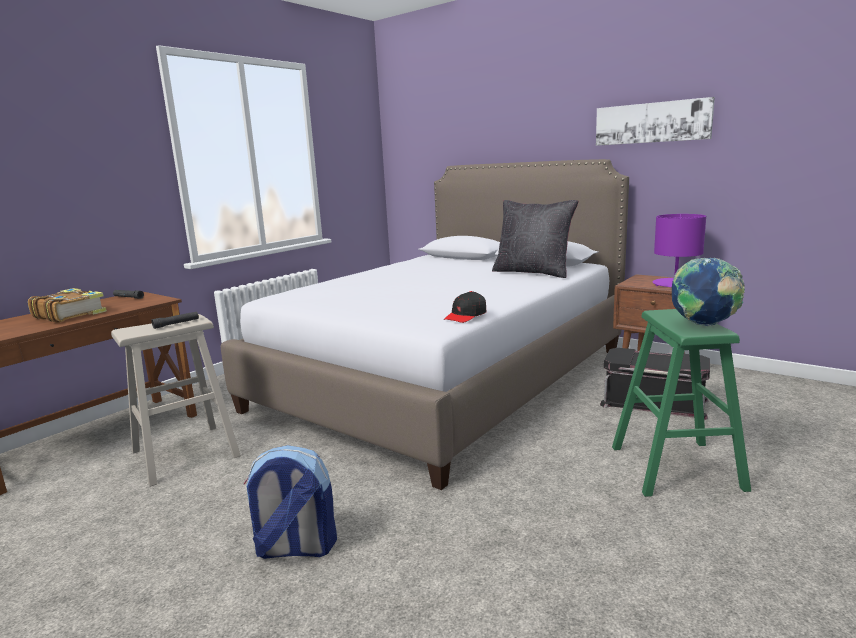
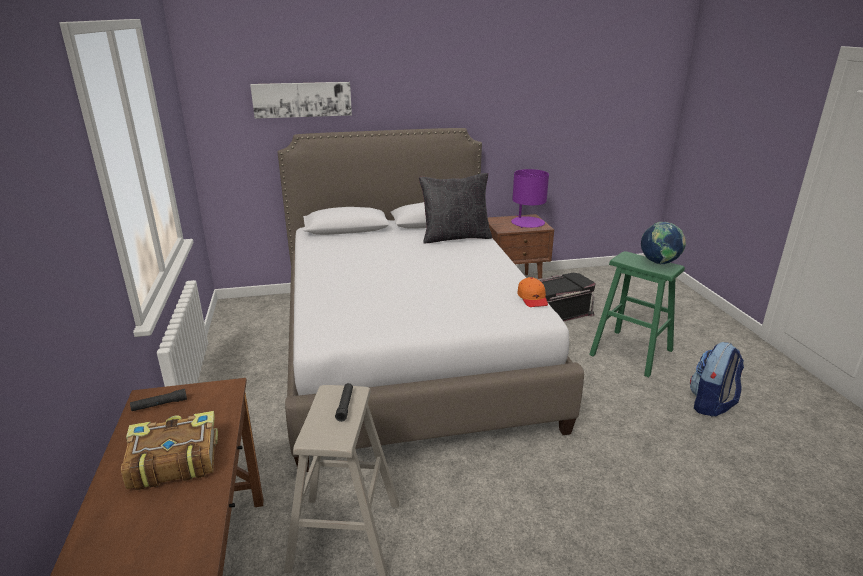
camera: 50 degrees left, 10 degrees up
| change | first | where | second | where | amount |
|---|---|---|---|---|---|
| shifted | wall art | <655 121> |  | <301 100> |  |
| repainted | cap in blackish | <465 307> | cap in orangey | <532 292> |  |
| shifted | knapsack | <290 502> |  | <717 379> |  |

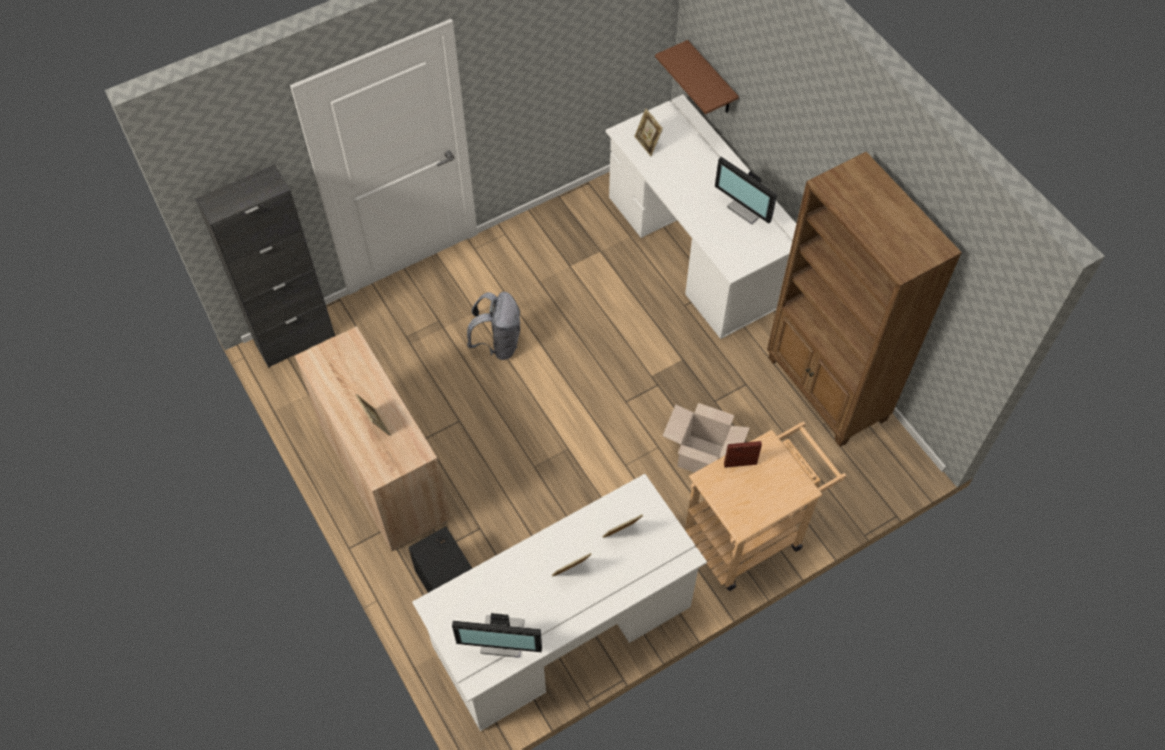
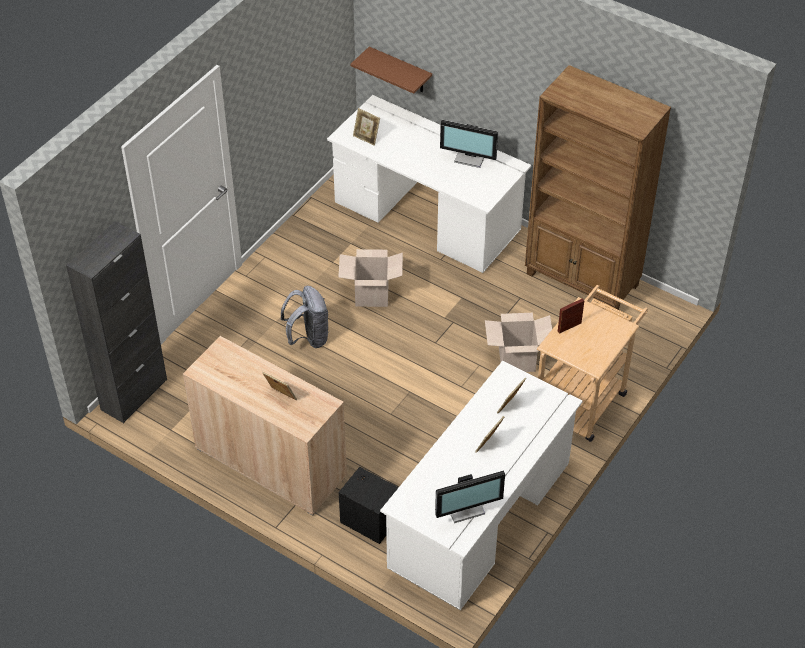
camera: 25 degrees left, 10 degrees down
| change | first | where | second | where | amount |
|---|---|---|---|---|---|
| new |  |  | cardboard box | <370 278> |  |

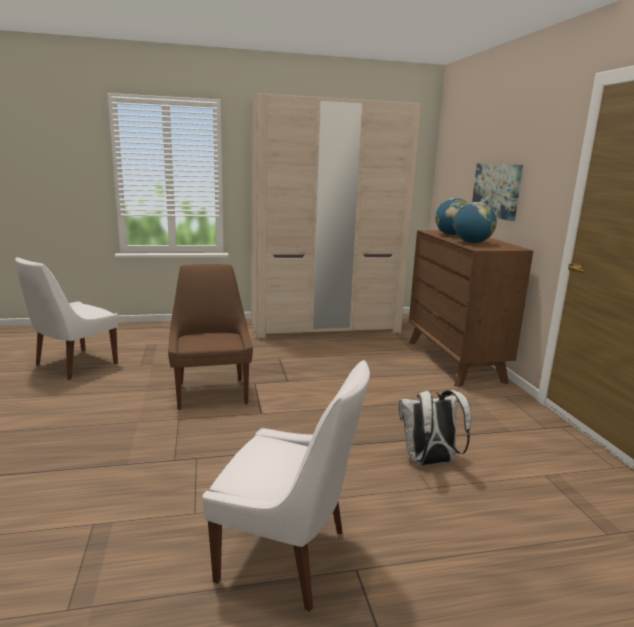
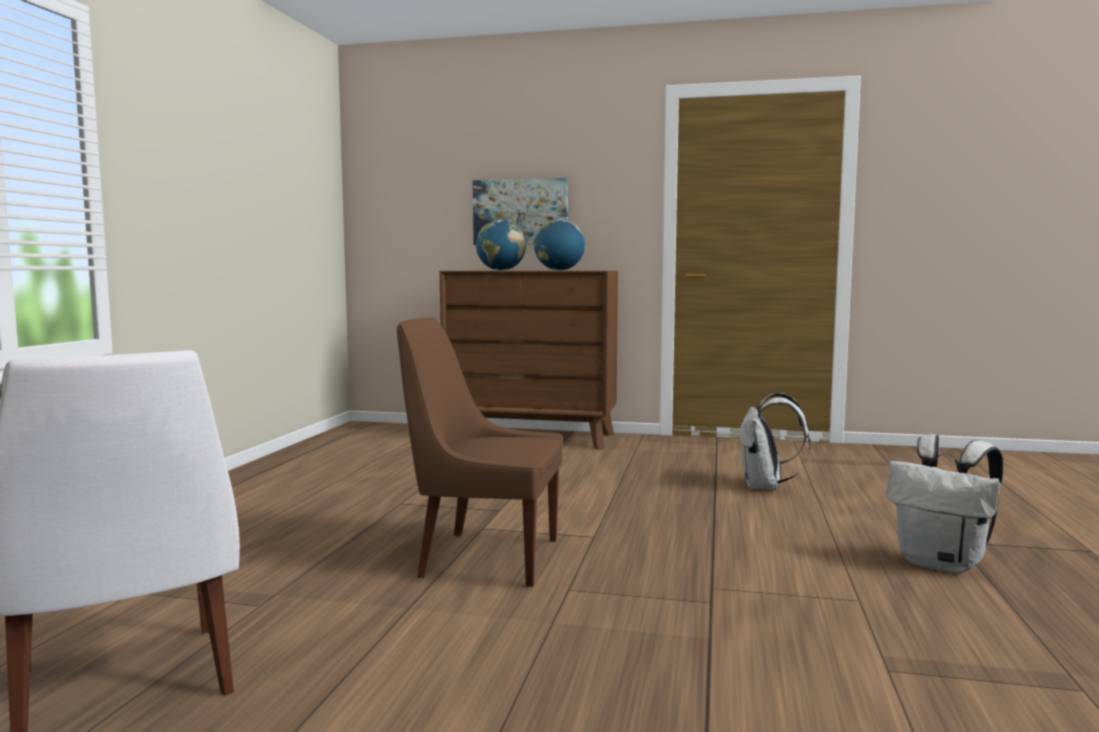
camera: 65 degrees left, 10 degrees down
| change | first | where | second | where | amount |
|---|---|---|---|---|---|
| gone | clothes cupboard in sand-coloured | <335 216> |  |  |  |
| swapped | upright chair in white-coloured | <286 486> | knapsack in white-coloured | <944 504> |  |

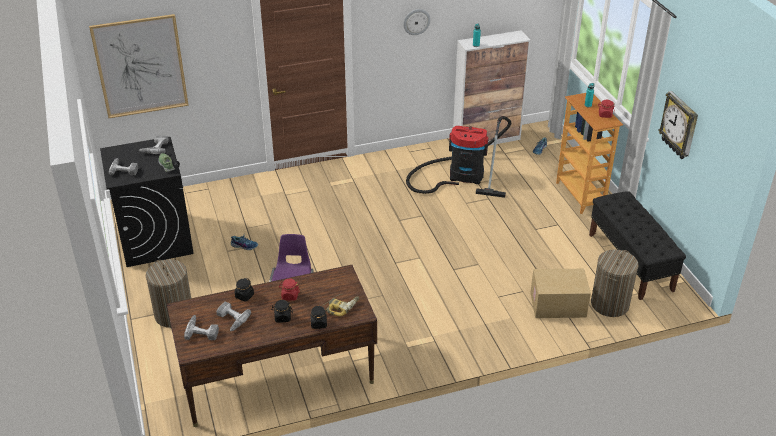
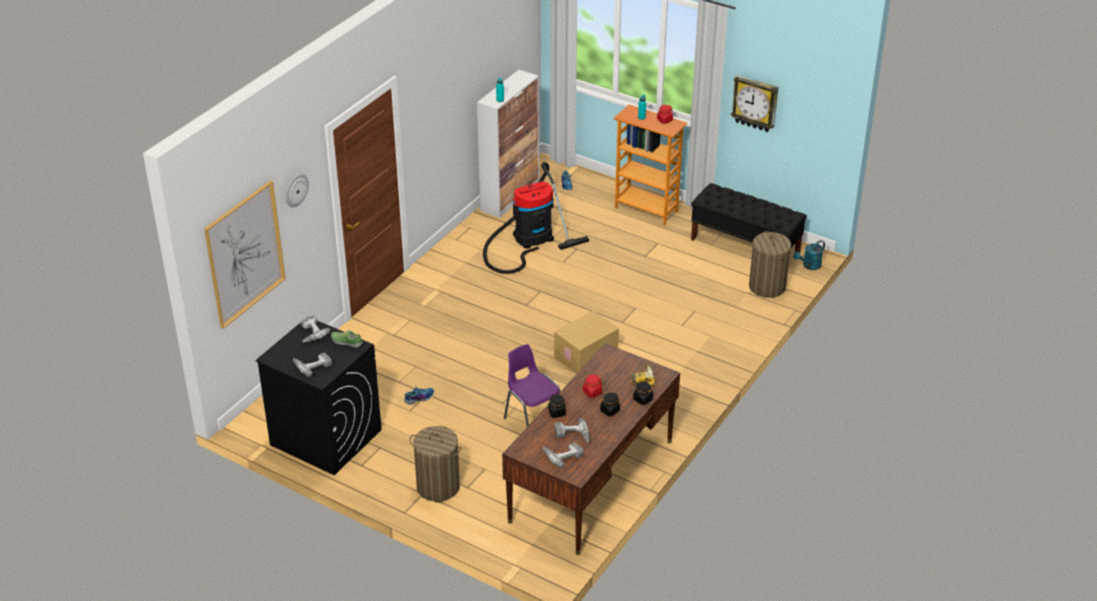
camera: 40 degrees left, 0 degrees up
| change | first | where | second | where | amount |
|---|---|---|---|---|---|
| shifted | hanging clock | <417 22> |  | <297 191> |  |
| shifted | cardboard box | <560 293> |  | <586 342> |  |
| new |  |  | watering can in turquoise-coloured | <809 255> |  |

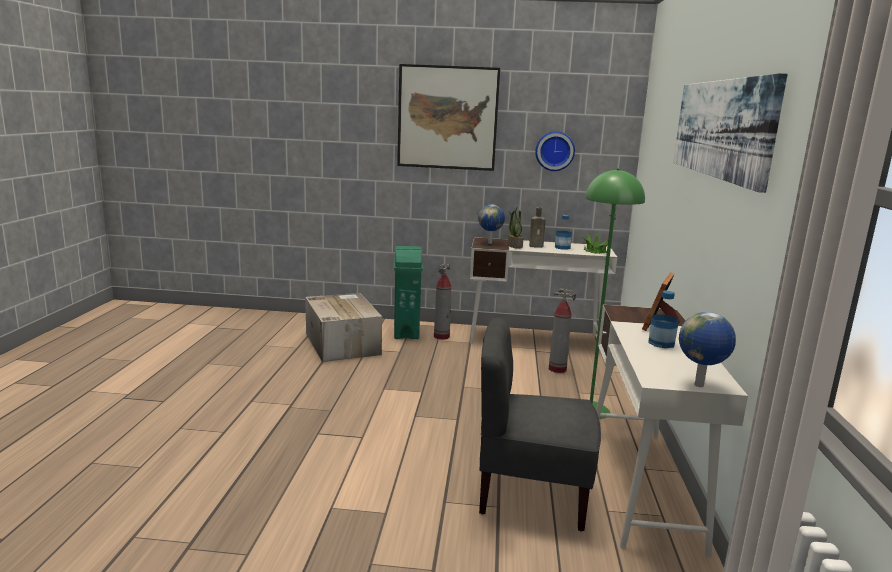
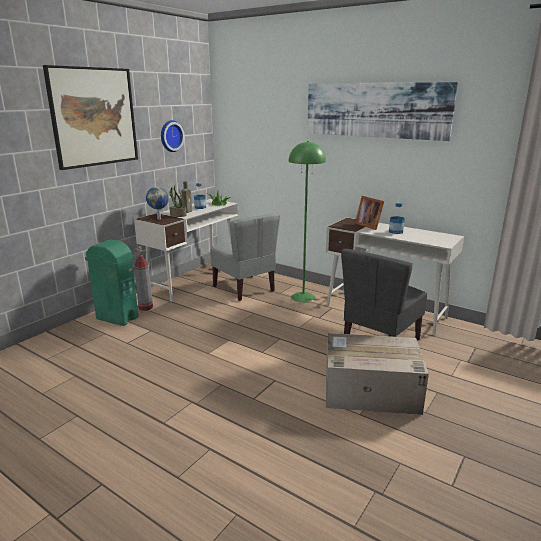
camera: 60 degrees left, 5 degrees up
| change | first | where | second | where | amount |
|---|---|---|---|---|---|
| swapped | extinguisher | <562 330> | upright chair in gray | <245 257> |  |
| shifted | cardboard box | <343 327> |  | <377 374> |  |
| gone | desk globe | <707 349> |  |  |  |

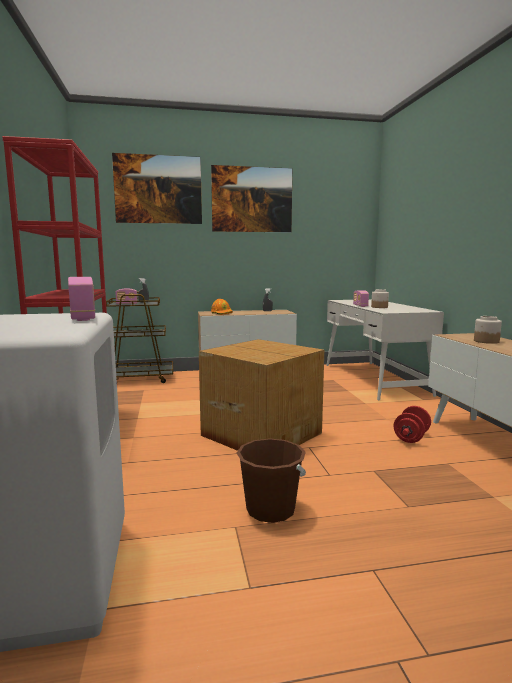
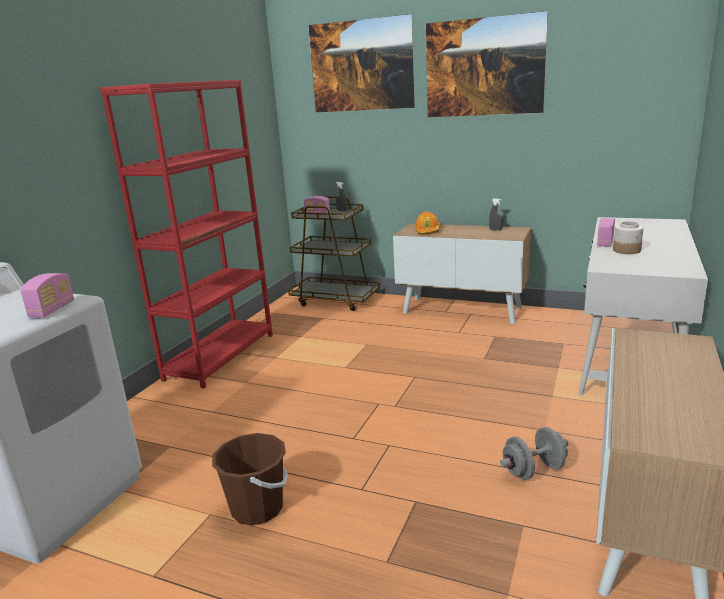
camera: 35 degrees right, 10 degrees up
| change | first | where | second | where | amount |
|---|---|---|---|---|---|
| gone | preserve jar | <488 330> |  |  |  |
| gone | cardboard box | <261 395> |  |  |  |
| repainted | dumbbell in red | <412 424> | dumbbell in gray | <534 453> |  |

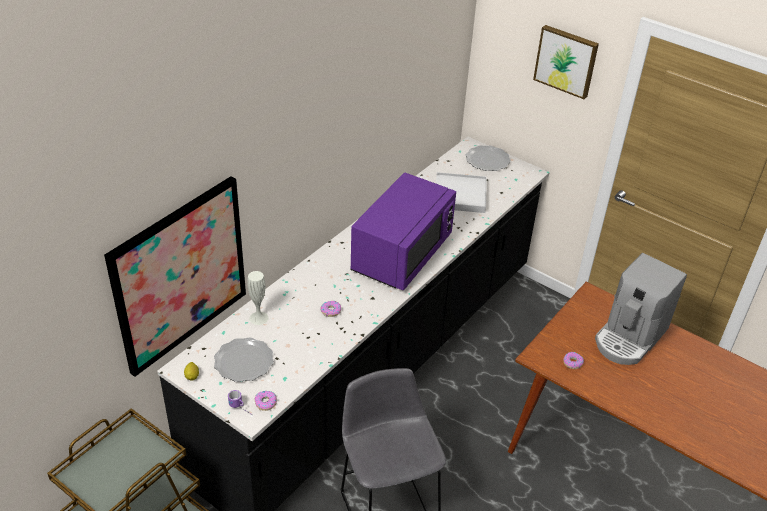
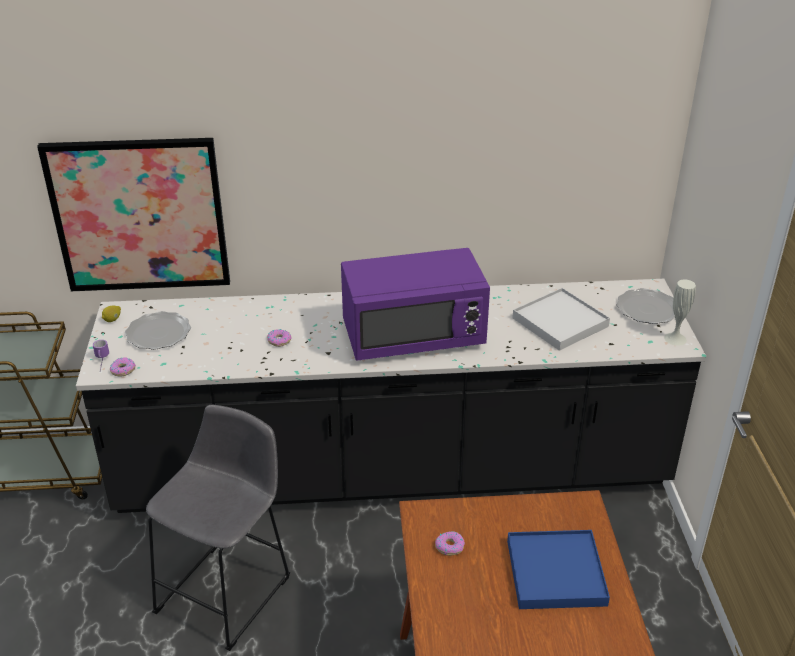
camera: 50 degrees right, 5 degrees down
| change | first | where | second | where | amount |
|---|---|---|---|---|---|
| gone | wall art | <566 62> |  |  |  |
| swapped | coffee brewer | <641 309> | carrying tray in blue | <558 569> |  |
| shifted | decorative vase in white-coloured | <258 298> |  | <680 312> |  |

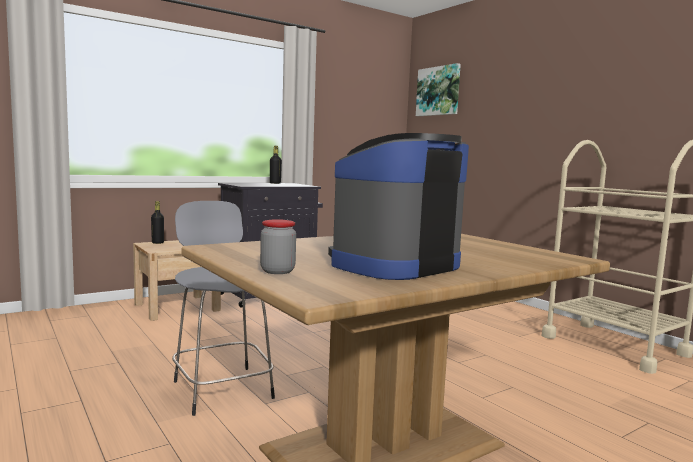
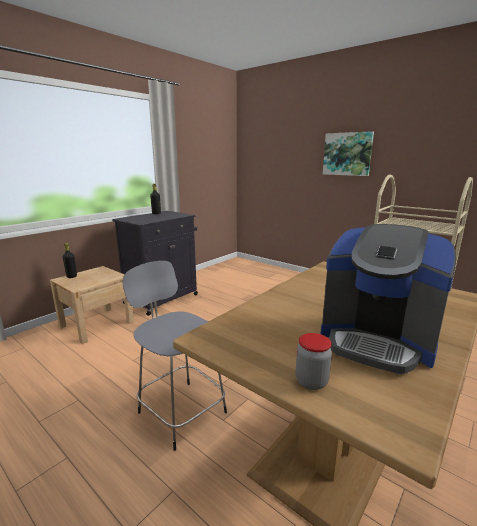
camera: 15 degrees left, 10 degrees up
| change | first | where | second | where | amount |
|---|---|---|---|---|---|
| shifted | wall art | <438 89> |  | <348 153> |  |
| rotated | coffee brewer | <398 206> |  | <388 299> | 90 degrees counterclockwise |

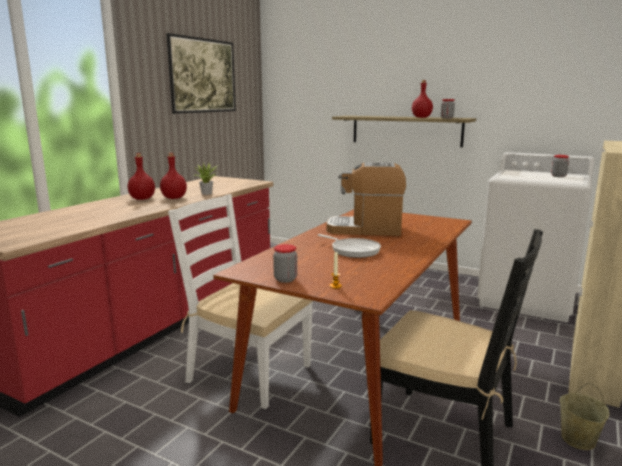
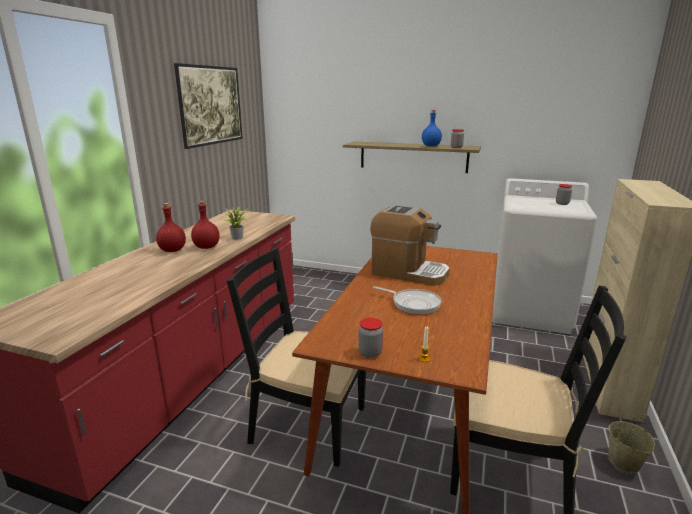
camera: 10 degrees left, 5 degrees up
| change | first | where | second | where | amount |
|---|---|---|---|---|---|
| repainted | bottle in red | <422 99> | bottle in blue | <432 128> |  |
| rotated | coffee brewer | <366 199> |  | <410 245> | 150 degrees counterclockwise |
| repainted | upright chair in white-coloured | <240 301> | upright chair in blackish | <296 357> |  |

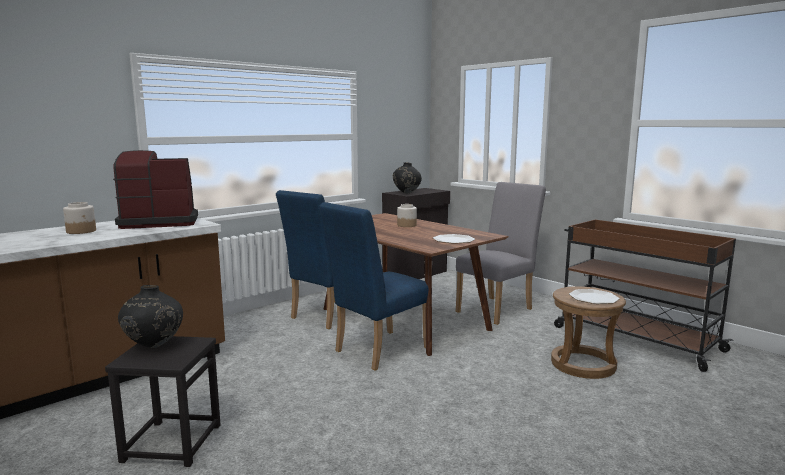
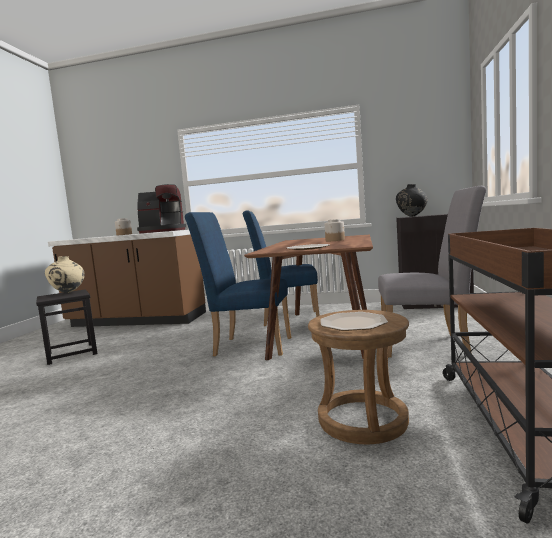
camera: 55 degrees right, 5 degrees down
| change | first | where | second | where | amount |
|---|---|---|---|---|---|
| rotated | coffee brewer | <155 189> |  | <161 208> | 135 degrees clockwise |
| repainted | decorative vase in blackish | <150 316> | decorative vase in sand-coloured | <65 274> |  |

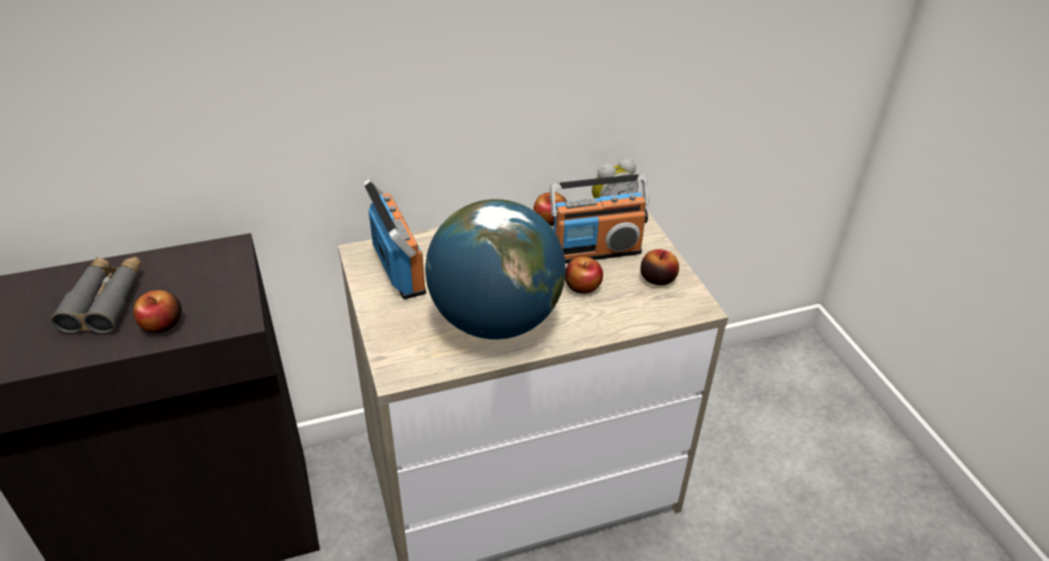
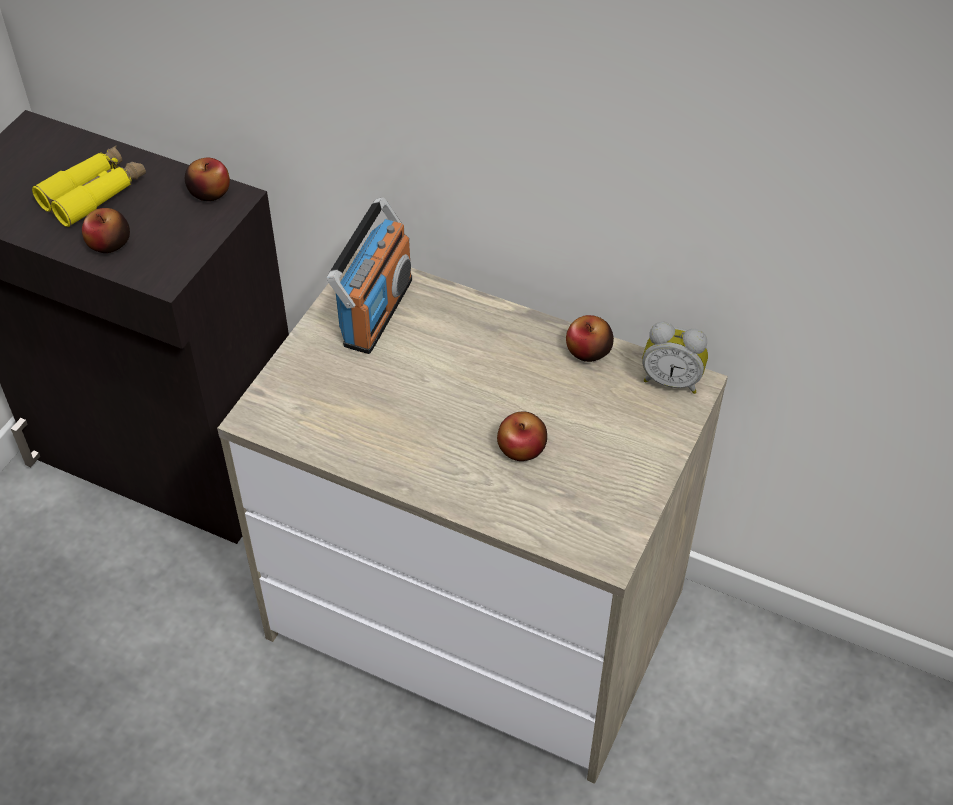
camera: 45 degrees right, 10 degrees up
| change | first | where | second | where | amount |
|---|---|---|---|---|---|
| gone | radio receiver | <599 219> |  |  |  |
| gone | desk globe | <495 269> |  |  |  |
| shifted | whole apple | <659 267> |  | <207 179> |  |
| repainted | binoculars in gray | <96 295> | binoculars in yellowish | <89 186> |  |

